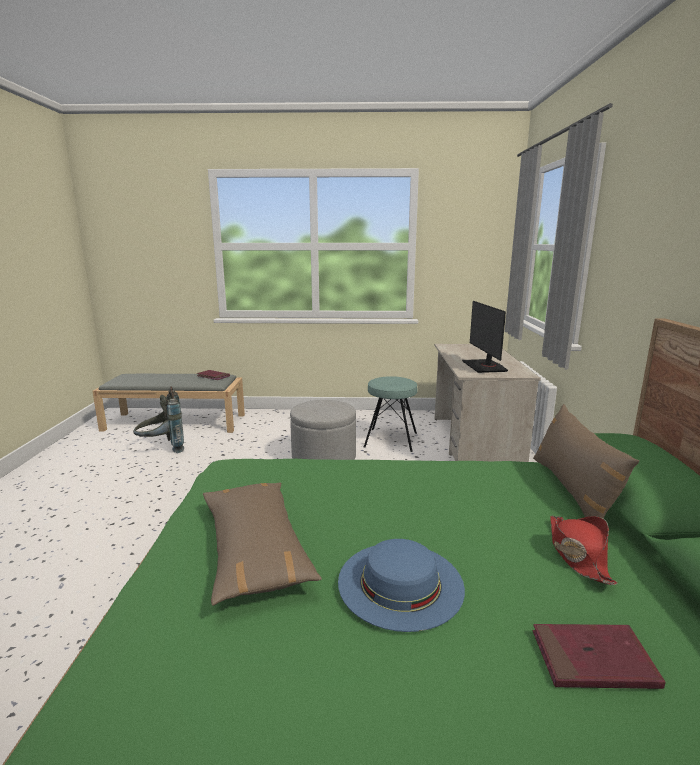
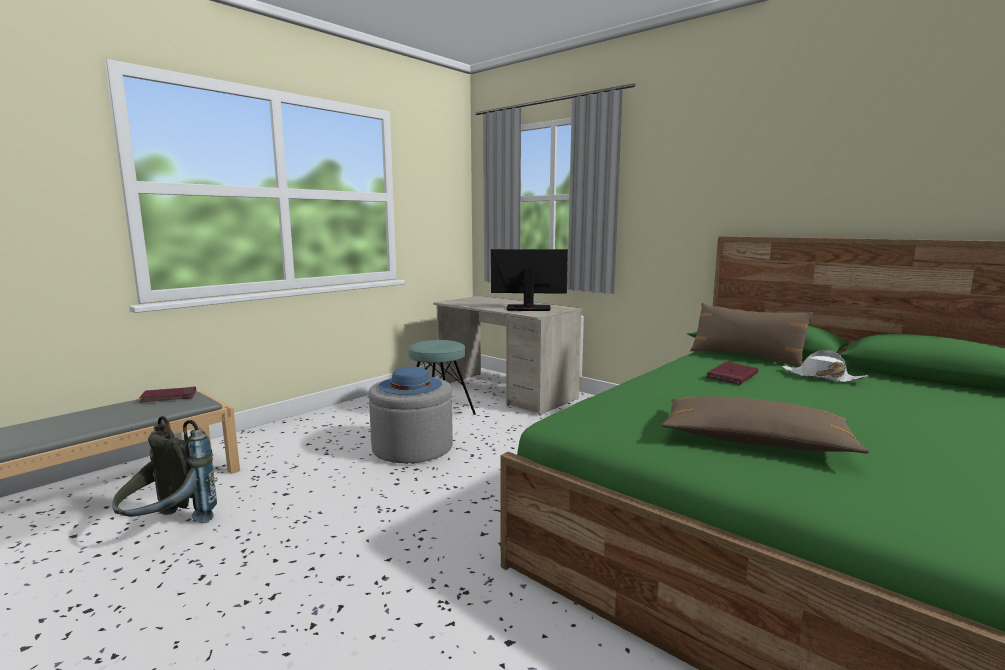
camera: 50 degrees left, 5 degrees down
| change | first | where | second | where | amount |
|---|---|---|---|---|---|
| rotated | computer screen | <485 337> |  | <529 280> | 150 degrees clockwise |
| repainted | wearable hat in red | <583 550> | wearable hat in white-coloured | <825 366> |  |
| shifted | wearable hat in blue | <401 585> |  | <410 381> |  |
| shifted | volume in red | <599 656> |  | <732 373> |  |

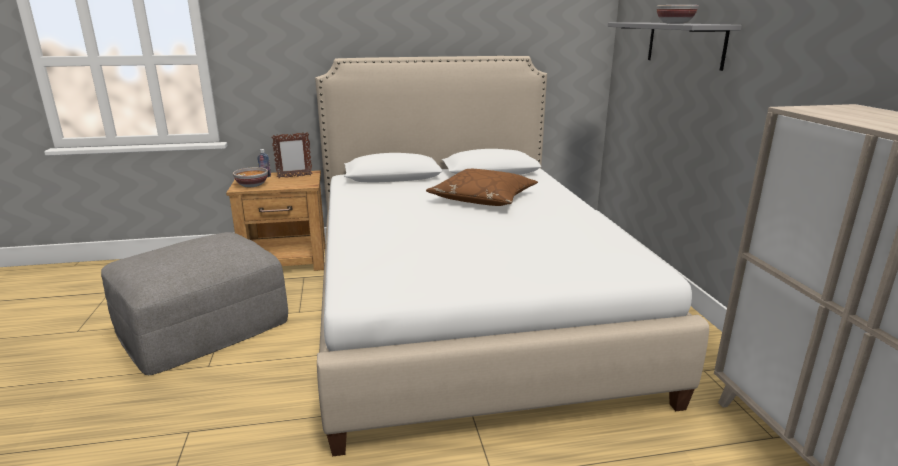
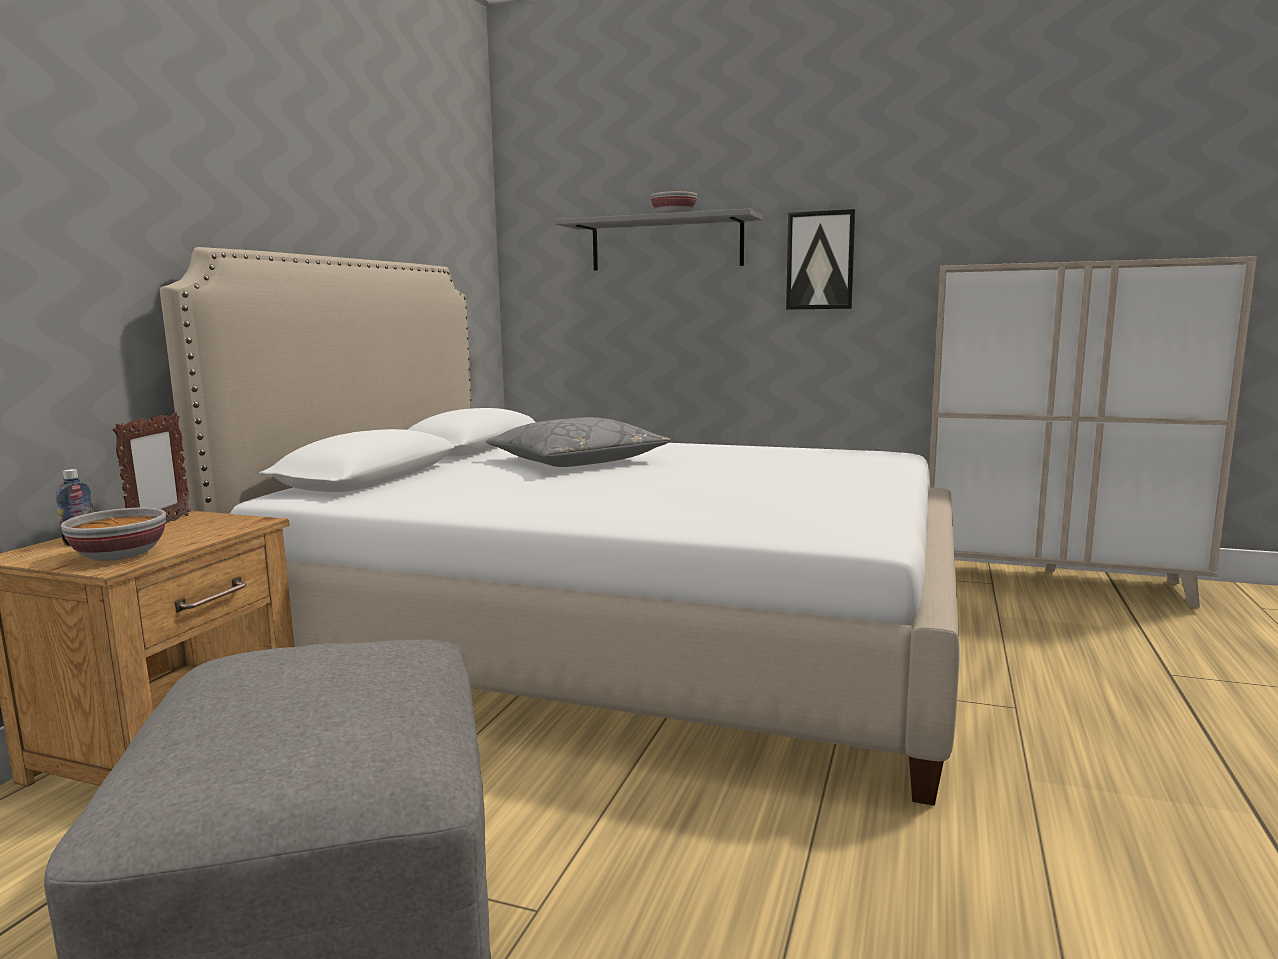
camera: 60 degrees left, 10 degrees down
| change | first | where | second | where | amount |
|---|---|---|---|---|---|
| repainted | pillow in brownish | <482 187> | pillow in gray | <578 442> |  |
| new |  |  | wall art | <820 259> |  |

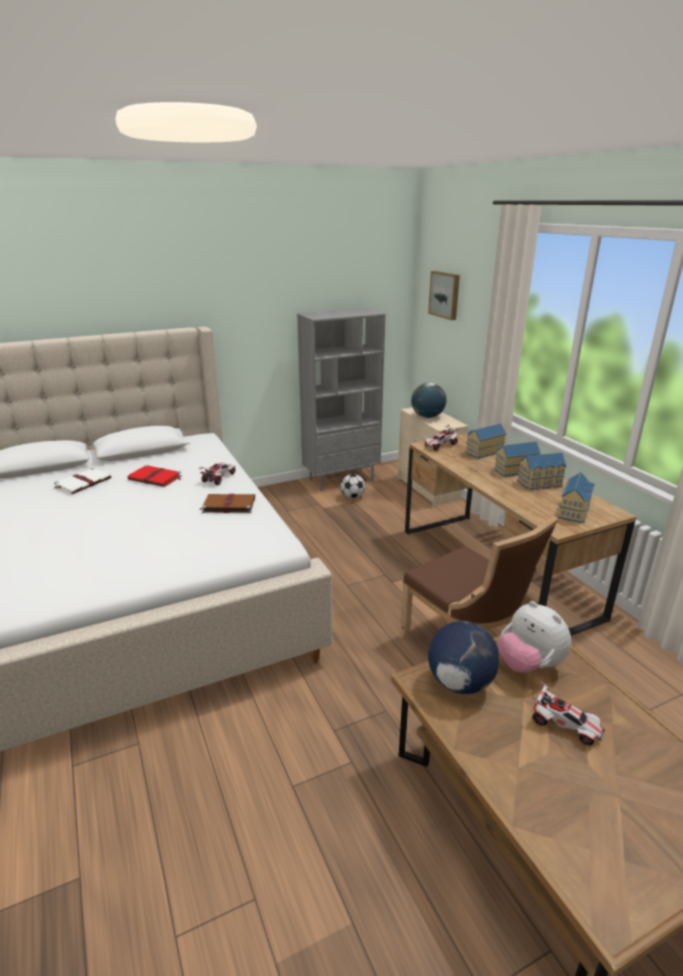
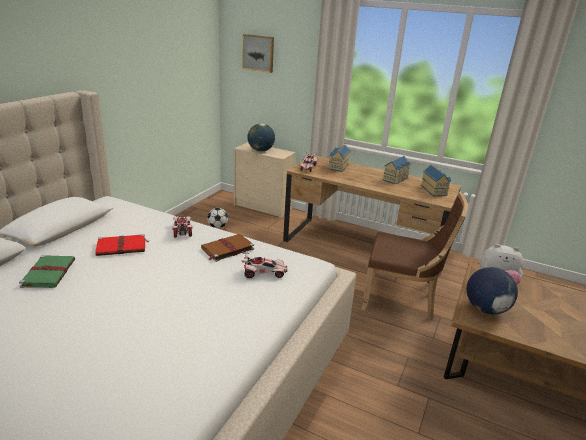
camera: 40 degrees left, 0 degrees up
| change | first | where | second | where | amount |
|---|---|---|---|---|---|
| gone | bookshelf in gray | <341 399> |  |  |  |
| gone | toy house | <517 459> |  |  |  |
| repainted | volume in white-coloured | <82 481> | volume in greenish | <47 271> |  |
| shifted | miniature car | <568 713> |  | <264 265> |  |

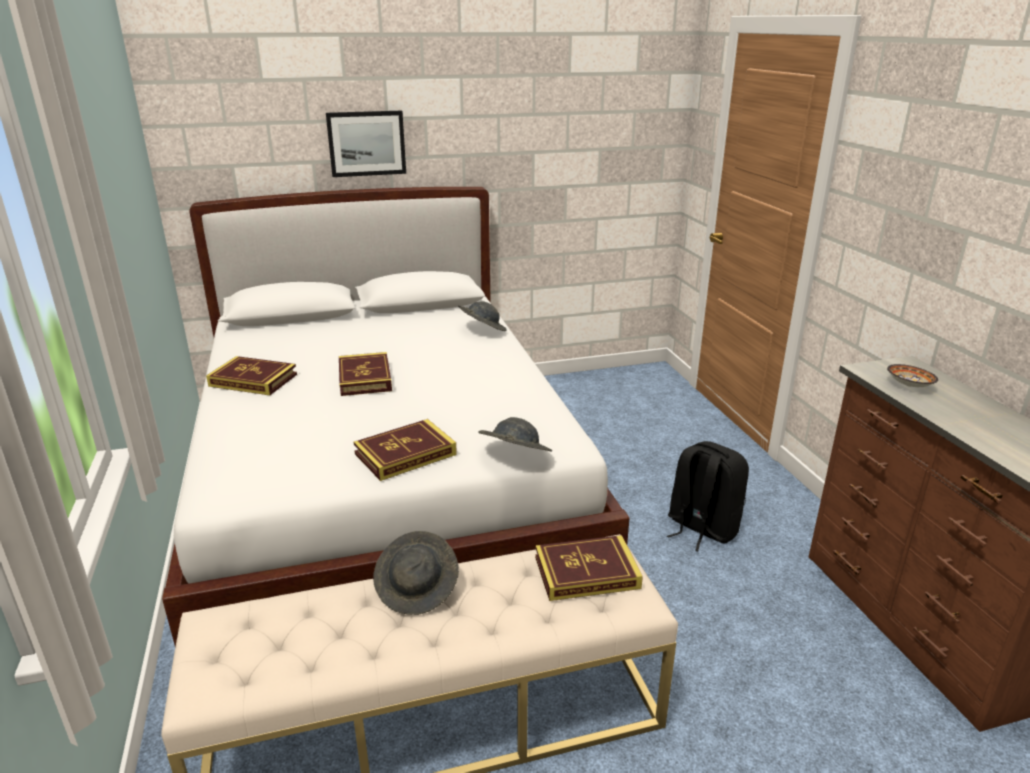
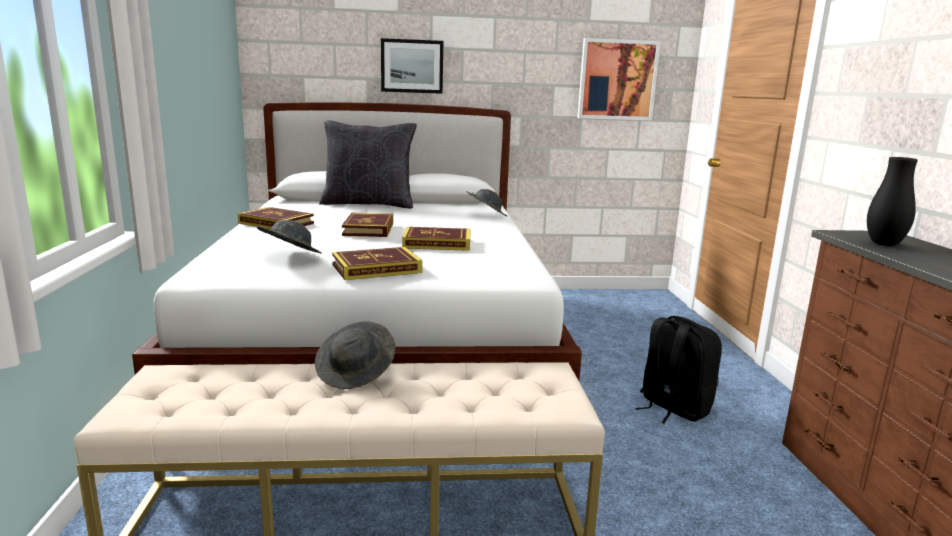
camera: 10 degrees right, 10 degrees down
| change | first | where | second | where | amount |
|---|---|---|---|---|---|
| swapped | serving bowl | <912 375> | decorative vase in blackish | <892 201> |  |
| shifted | wearable hat in gray | <515 434> |  | <289 237> |  |
| shifted | volume | <589 568> |  | <436 239> |  |
| new |  |  | wall art | <619 79> |  |
| new |  |  | pillow in blackish | <368 164> |  |

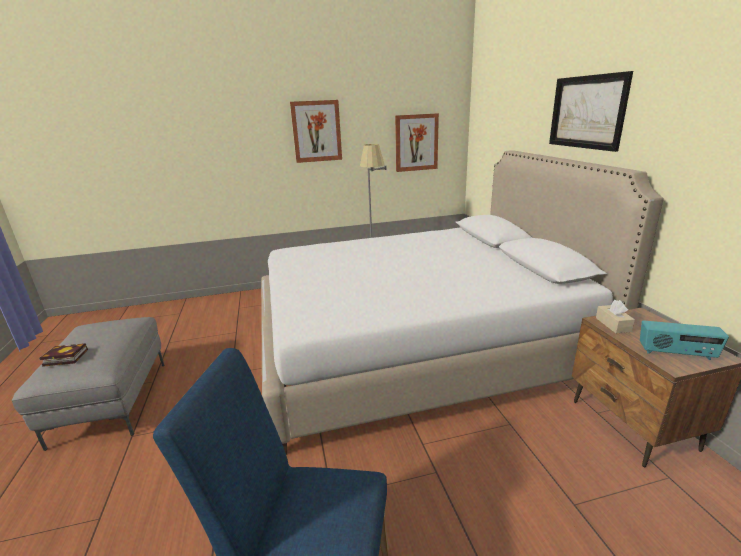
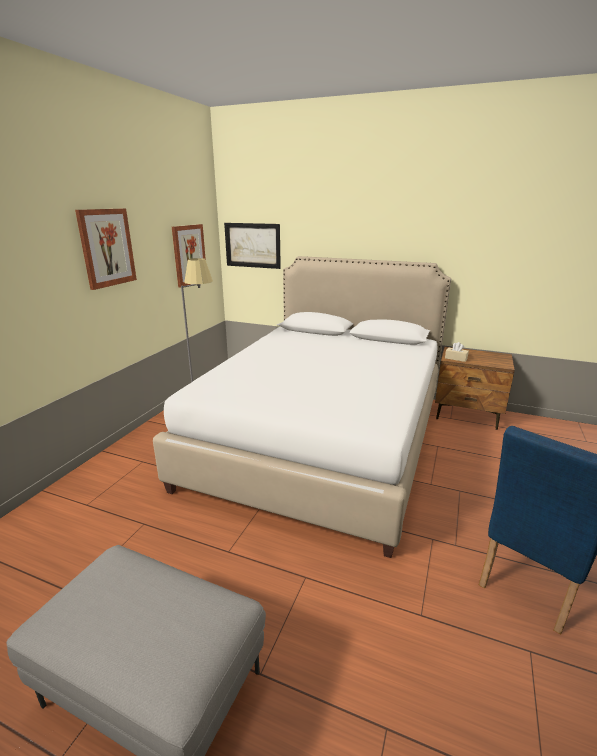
camera: 55 degrees left, 0 degrees up
| change | first | where | second | where | amount |
|---|---|---|---|---|---|
| shifted | wall art | <591 111> |  | <252 246> |  |
| gone | radio receiver | <684 340> |  |  |  |
| gone | volume | <63 355> |  |  |  |

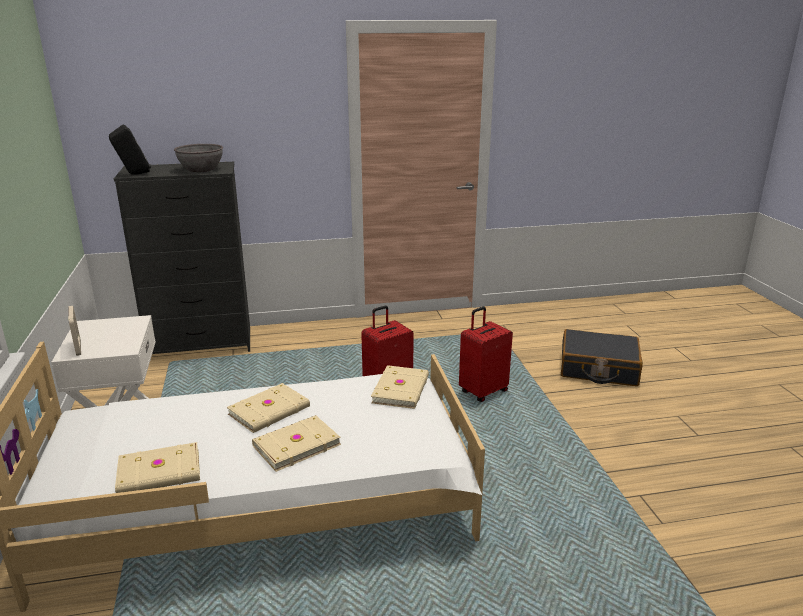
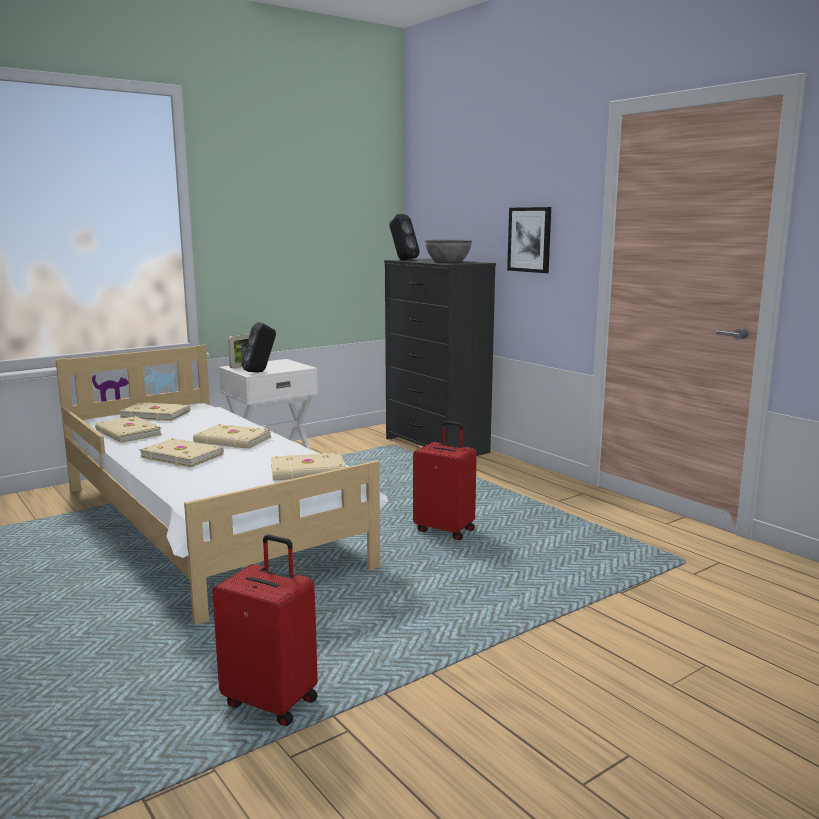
camera: 65 degrees right, 10 degrees down
| change | first | where | second | where | amount |
|---|---|---|---|---|---|
| shifted | piece of luggage in red | <486 354> |  | <265 630> |  |
| gone | piece of luggage in blackish | <602 357> |  |  |  |
| new |  |  | wall art | <529 240> |  |
| new |  |  | speaker in blackish | <258 347> |  |
| new |  |  | volume in sand-coloured | <154 411> |  |

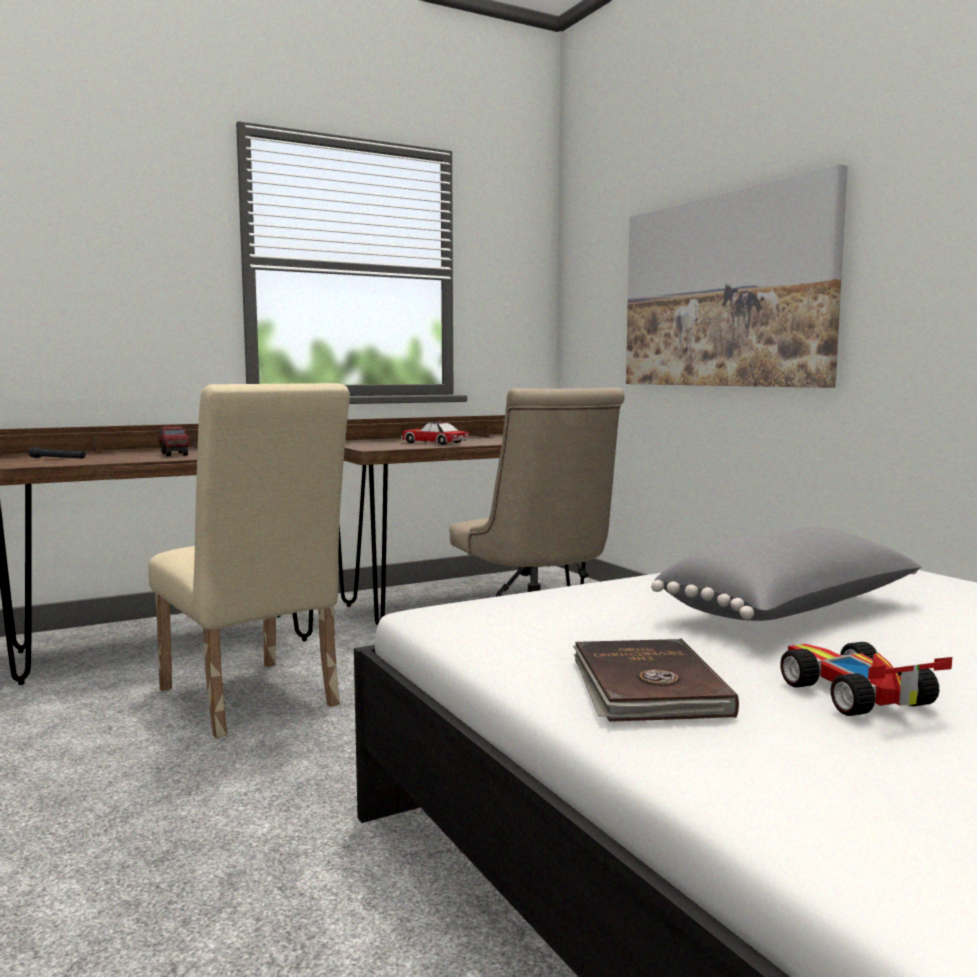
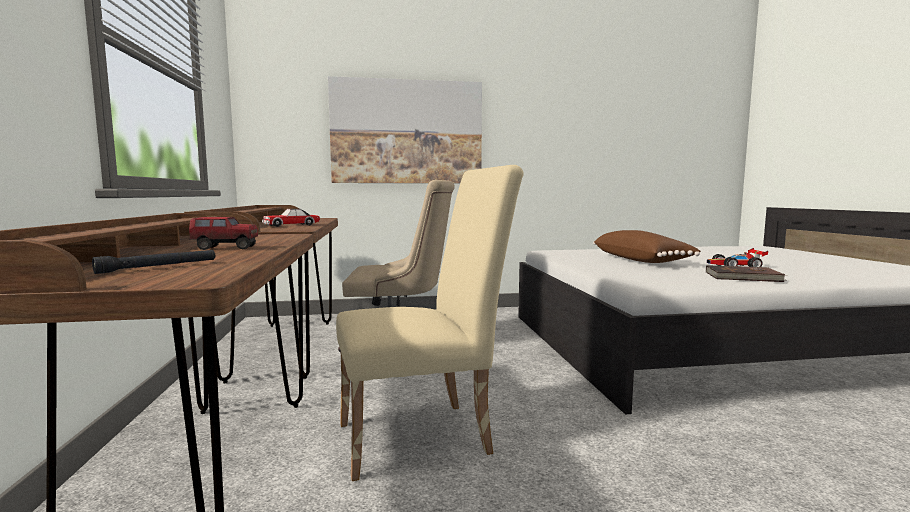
camera: 70 degrees left, 0 degrees up
| change | first | where | second | where | amount |
|---|---|---|---|---|---|
| repainted | pillow in gray | <786 573> | pillow in brownish | <647 246> |  |

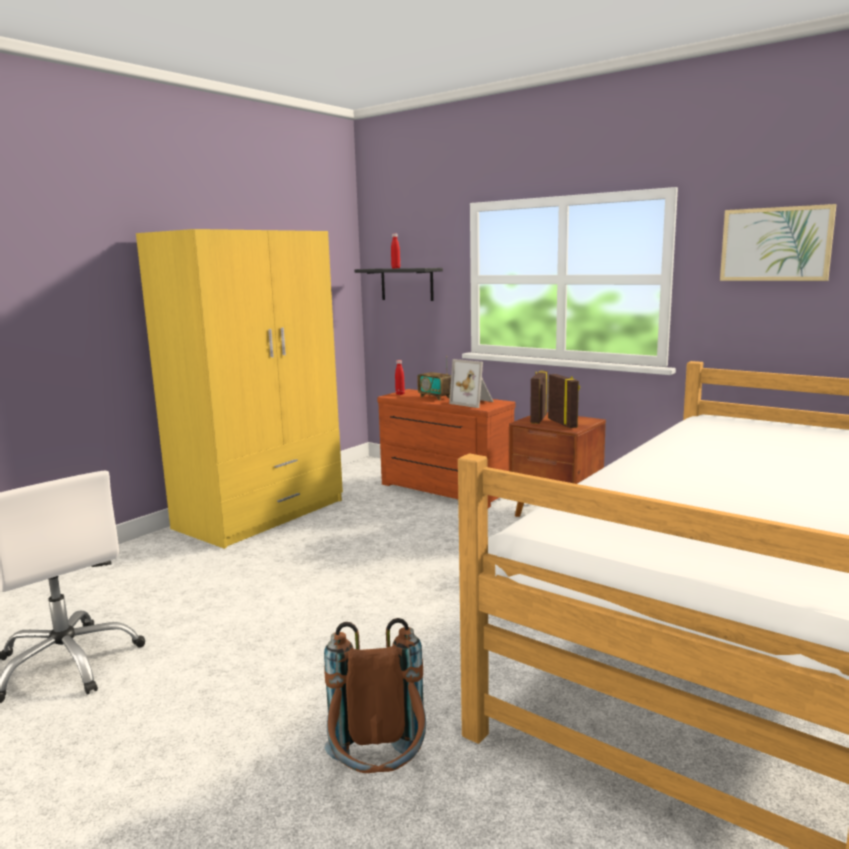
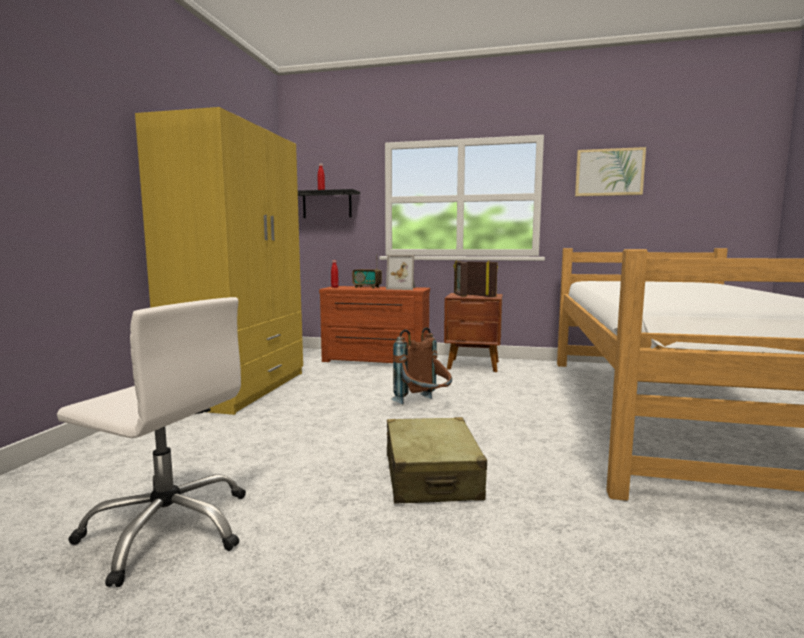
camera: 25 degrees left, 5 degrees down
| change | first | where | second | where | amount |
|---|---|---|---|---|---|
| shifted | knapsack in brownish | <375 695> |  | <422 366> |  |
| new |  |  | piece of luggage in sand-coloured | <437 460> |  |

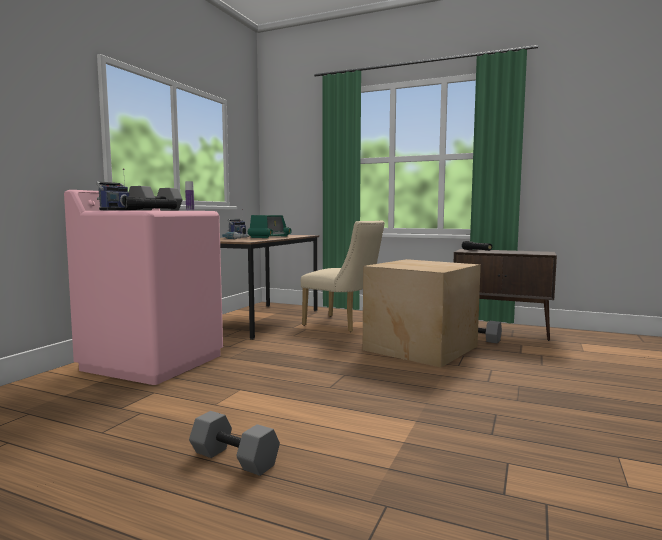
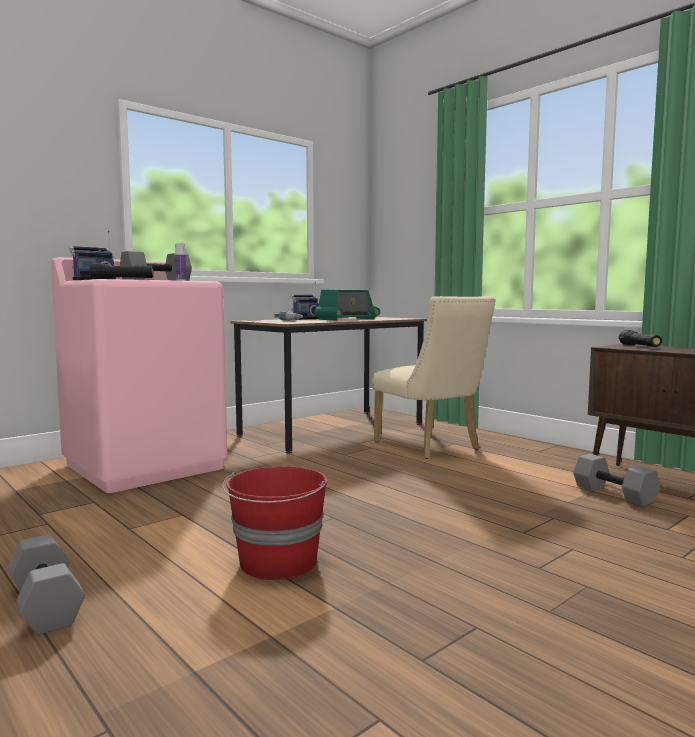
camera: 25 degrees right, 0 degrees up
| change | first | where | second | where | amount |
|---|---|---|---|---|---|
| gone | cardboard box | <422 313> |  |  |  |
| new |  |  | water bucket in red | <275 523> |  |

